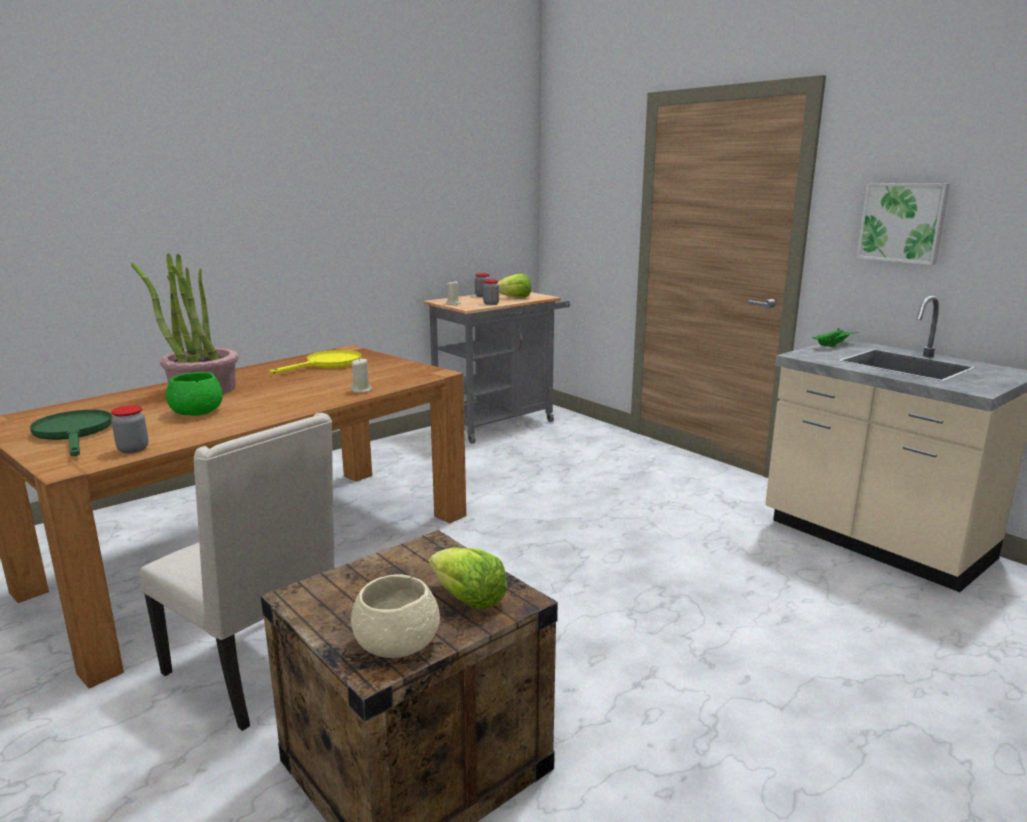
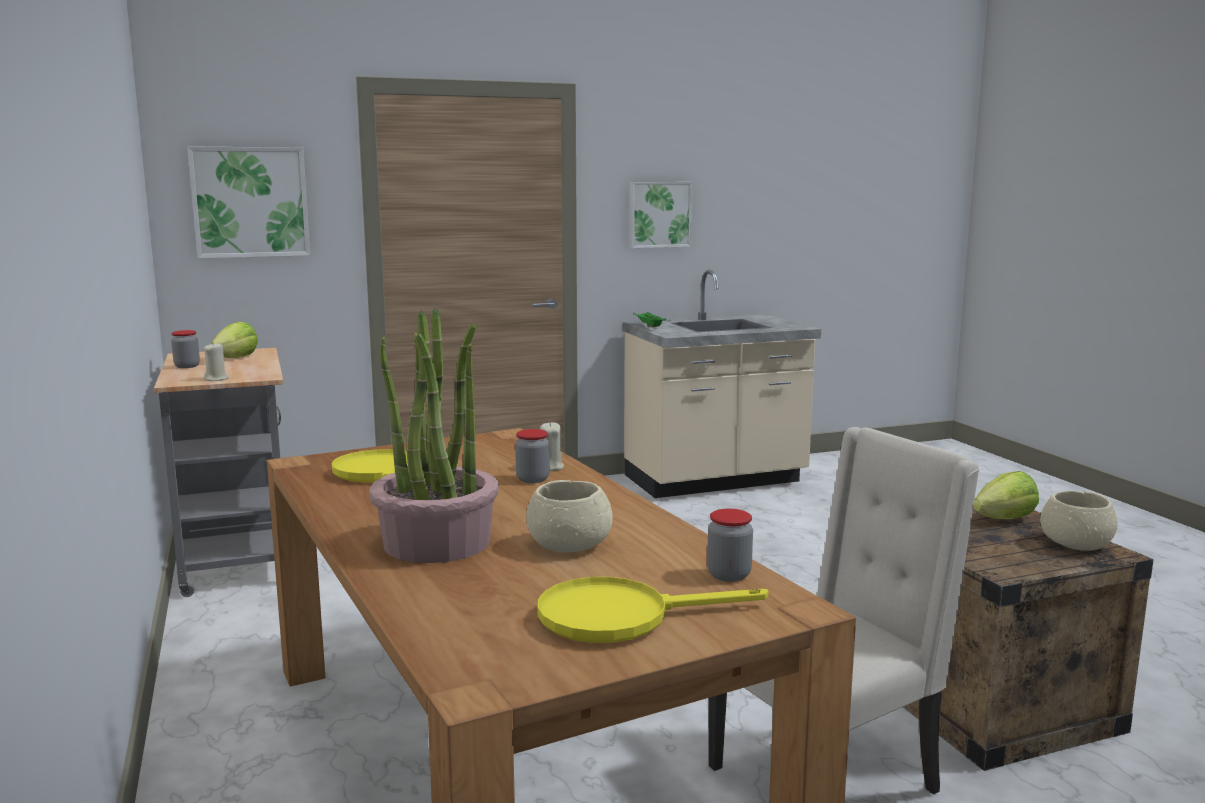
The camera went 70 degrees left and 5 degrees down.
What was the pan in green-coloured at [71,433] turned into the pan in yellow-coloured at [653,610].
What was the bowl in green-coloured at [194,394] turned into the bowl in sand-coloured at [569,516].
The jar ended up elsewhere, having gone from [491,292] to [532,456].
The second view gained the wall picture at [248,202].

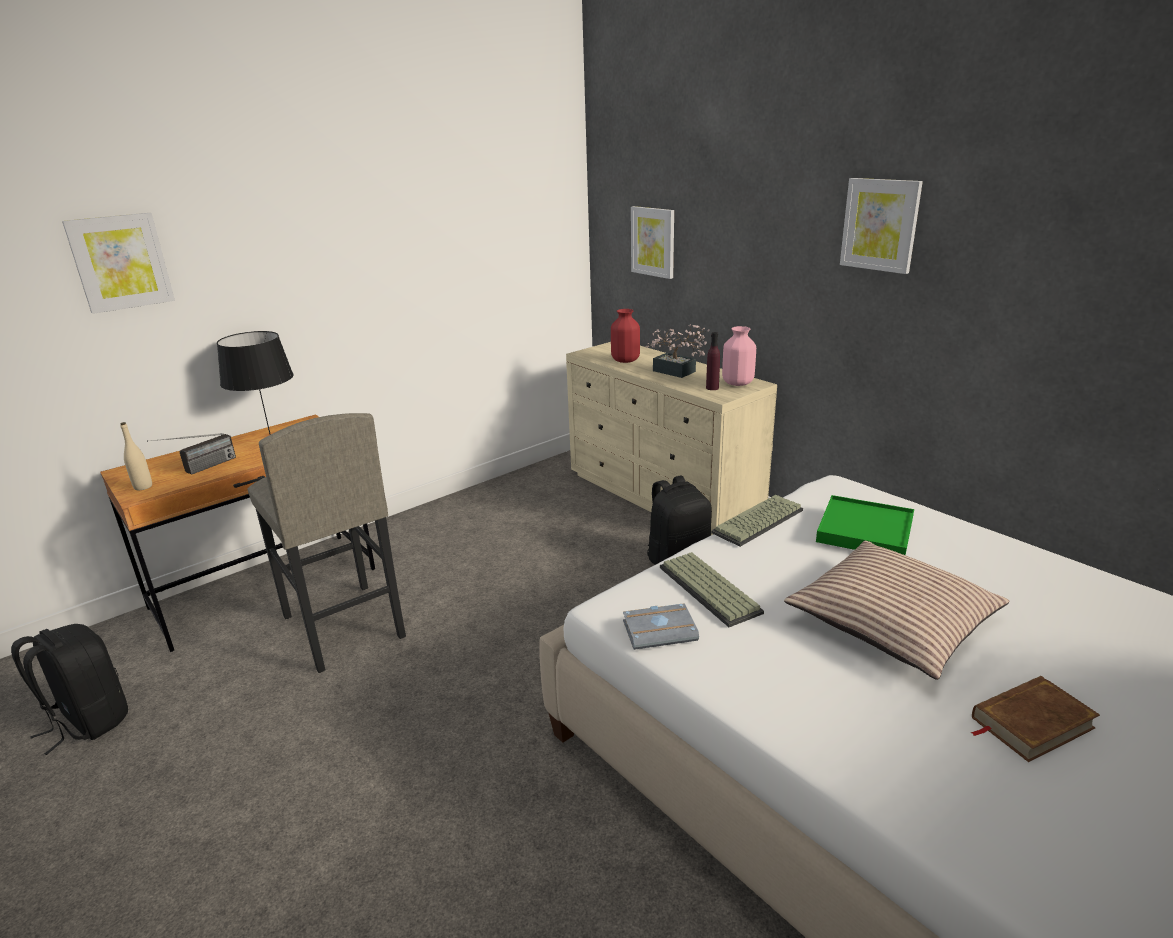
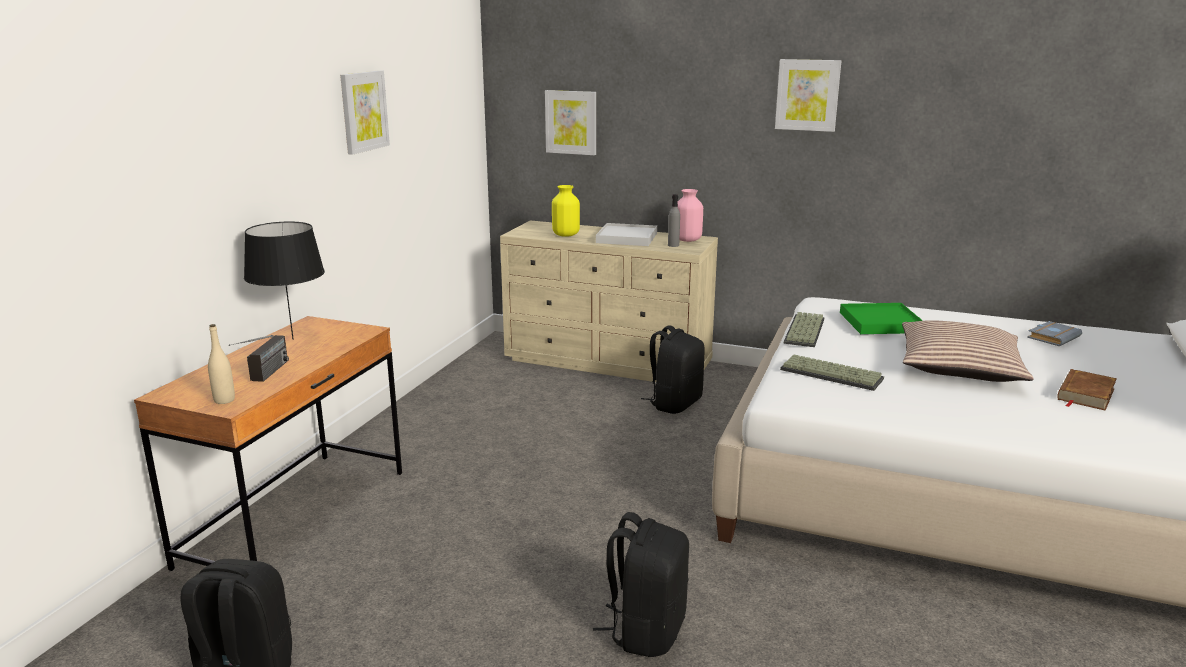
The camera went 30 degrees left and 5 degrees down.
The wall picture ended up elsewhere, having gone from [118,263] to [365,112].
The second view lost the stool seat in grey at [327,543].
What was the decorative vase in red-coloured at [625,336] turned into the decorative vase in yellow-coloured at [566,211].
The bound book in grey ended up elsewhere, having gone from [661,626] to [1054,333].
Where the plant in a pot stood at [677,351], the serving tray in white-coloured came to stand at [626,234].
What was the drink bottle in purple-coloured at [713,361] turned into the drink bottle in grey at [674,220].
The second view gained the knapsack in black-coloured at [641,584].

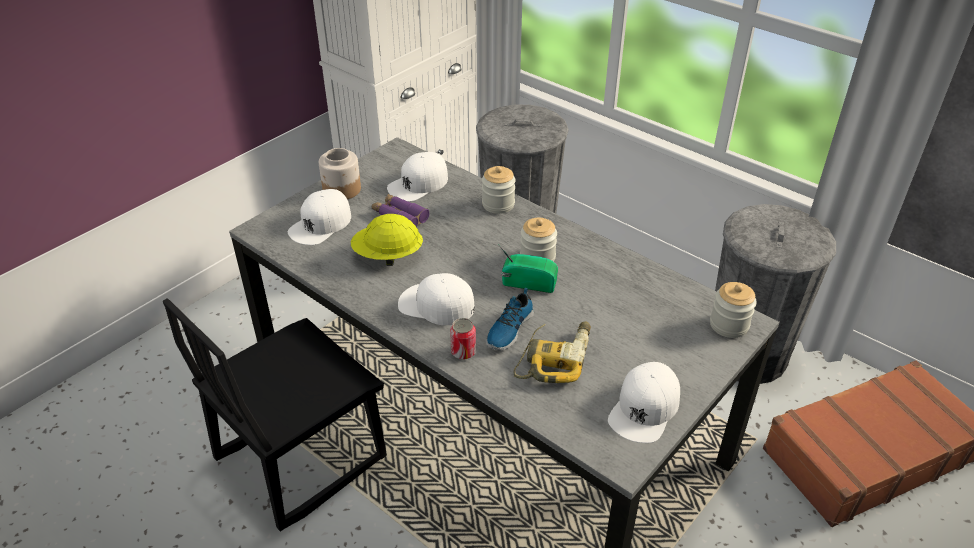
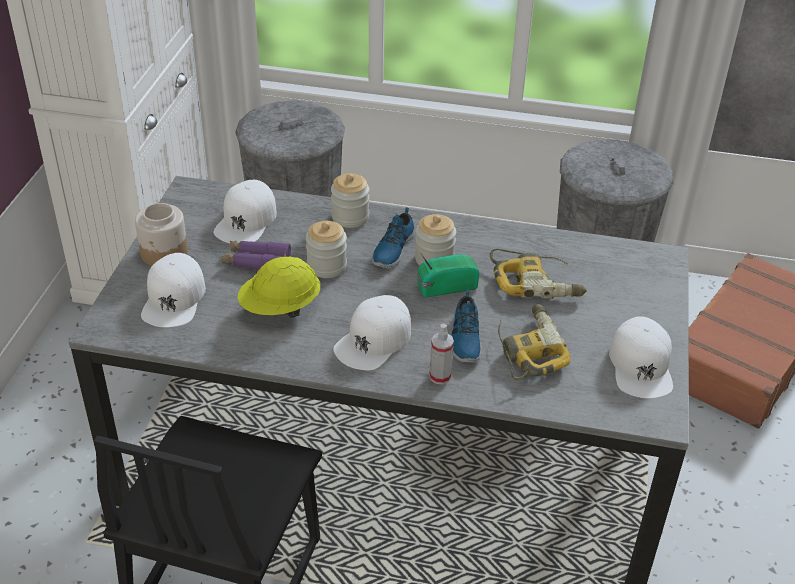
The camera went 30 degrees left and 0 degrees up.
The cap in white-coloured at [436,299] ended up facing another way, 45 degrees counterclockwise from before.
Where the can stood at [463,339], the spray bottle came to stand at [441,354].
The jar ended up elsewhere, having gone from [733,310] to [326,249].
The second view gained the low shoe at [393,237].
The second view gained the drill at [538,274].

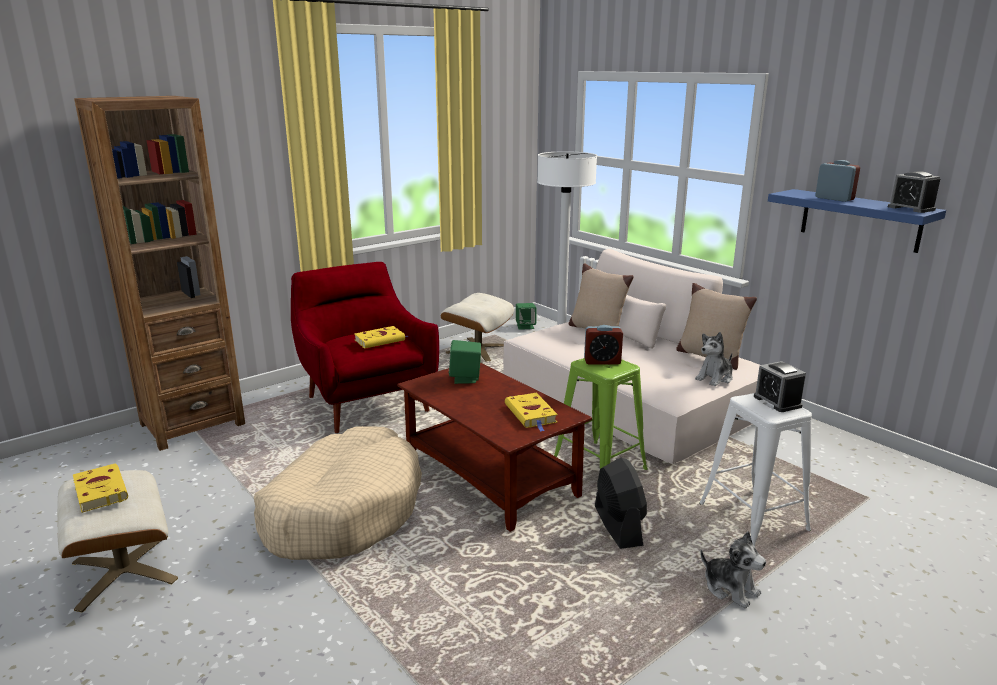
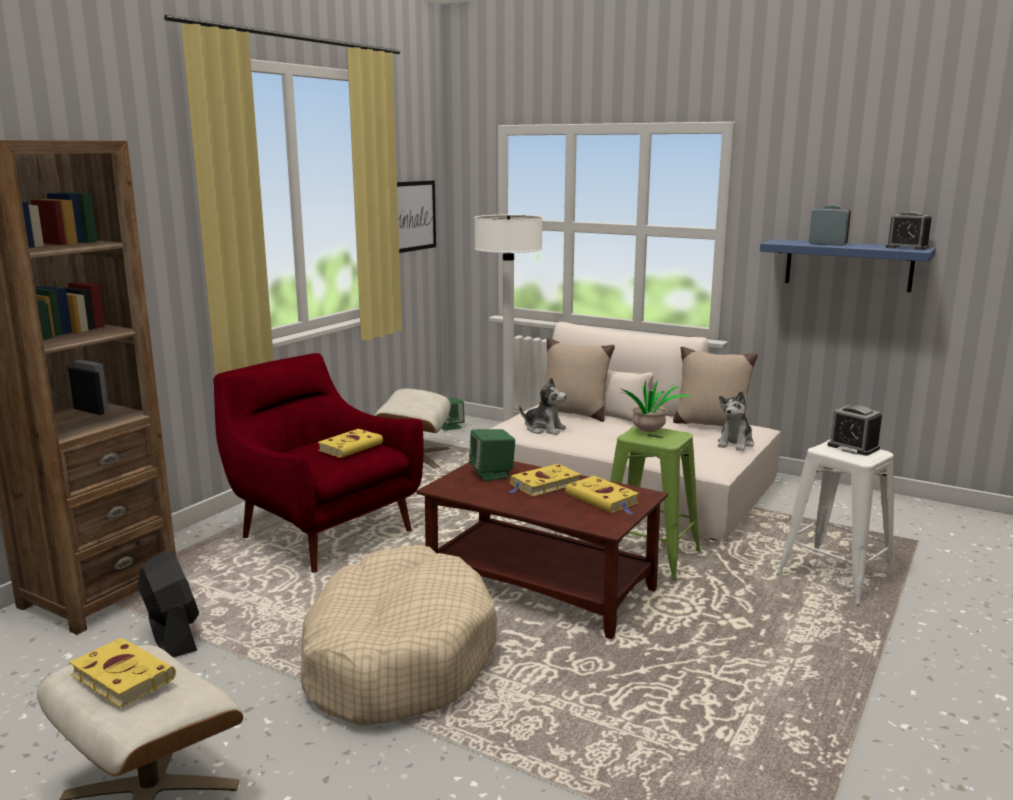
The camera went 20 degrees left and 5 degrees down.
Where the bedside clock stood at [603,344], the plant in a pot came to stand at [656,406].
The fan in black-coloured ended up elsewhere, having gone from [621,503] to [168,604].
The cuddly toy ended up elsewhere, having gone from [733,570] to [543,406].
The second view gained the wall picture at [416,216].
The second view gained the bound book in yellow-coloured at [544,480].

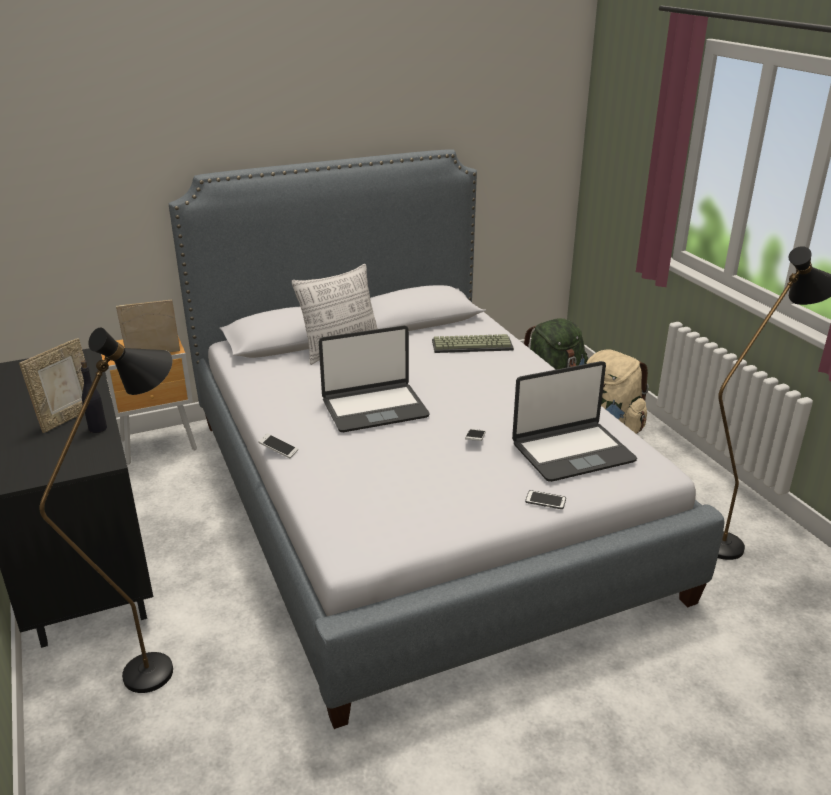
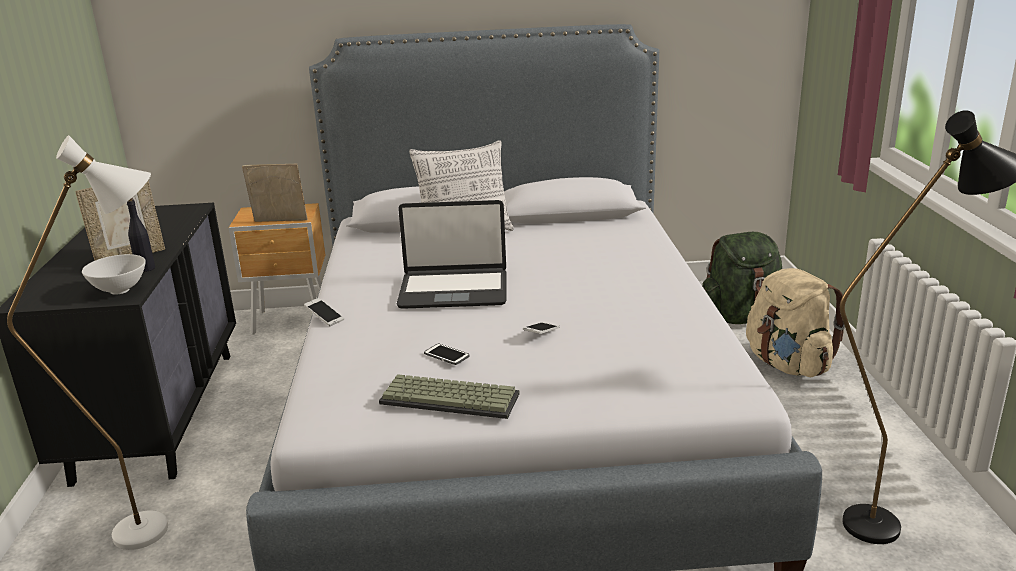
The camera went 20 degrees right and 5 degrees down.
What was the standing lamp in black-coloured at [106,510] turned into the standing lamp in white-coloured at [87,342].
The computer keyboard ended up elsewhere, having gone from [473,343] to [449,396].
The second view lost the portable computer at [574,421].
The phone ended up elsewhere, having gone from [545,499] to [446,354].
The second view gained the bowl in white-coloured at [114,274].

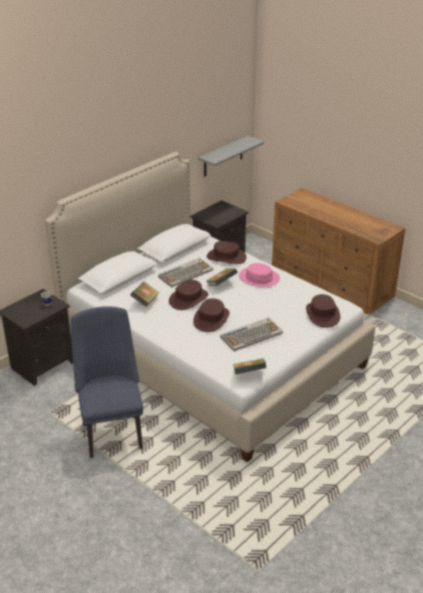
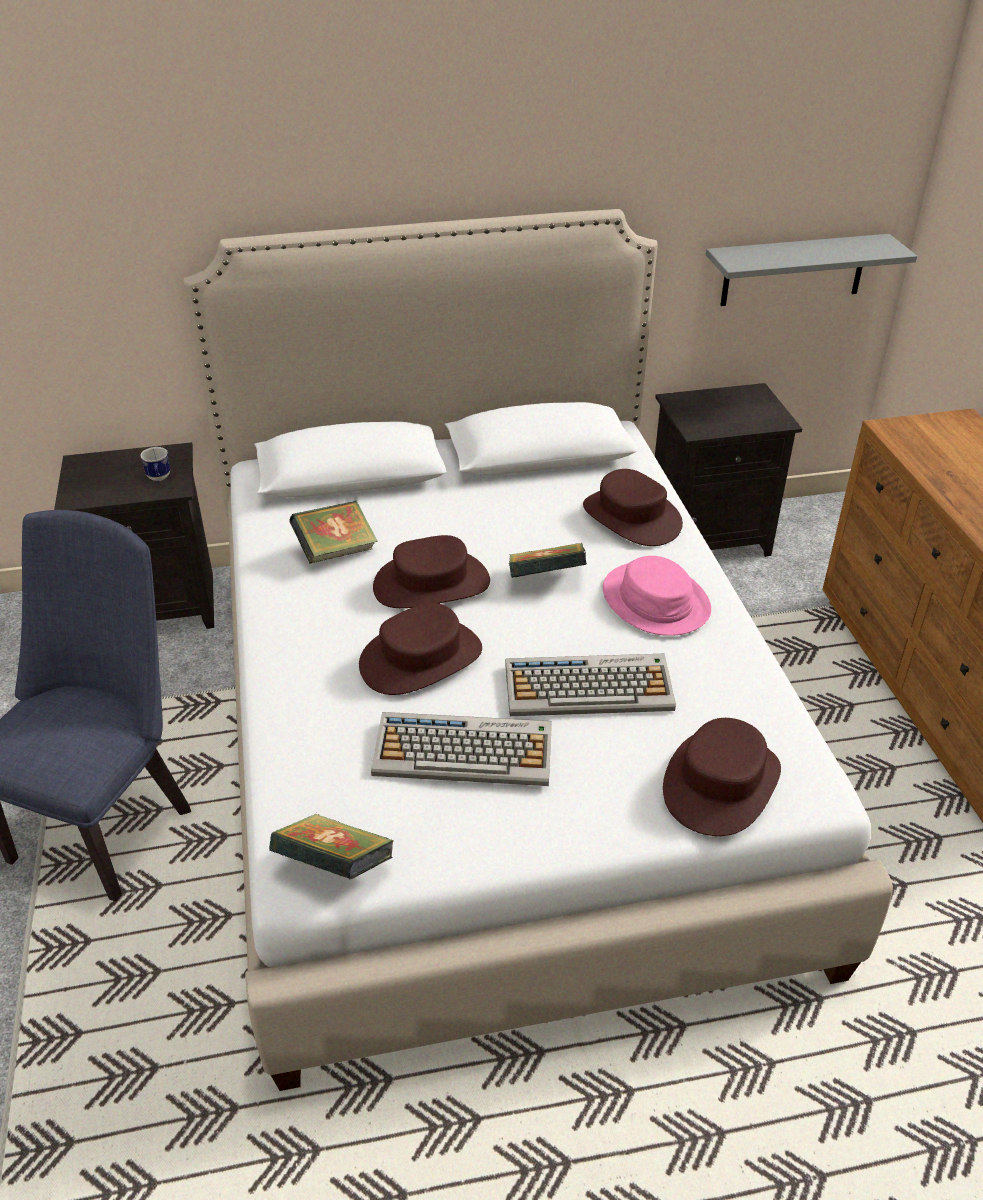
The camera went 35 degrees right and 5 degrees up.
The computer keyboard ended up elsewhere, having gone from [185,272] to [591,685].

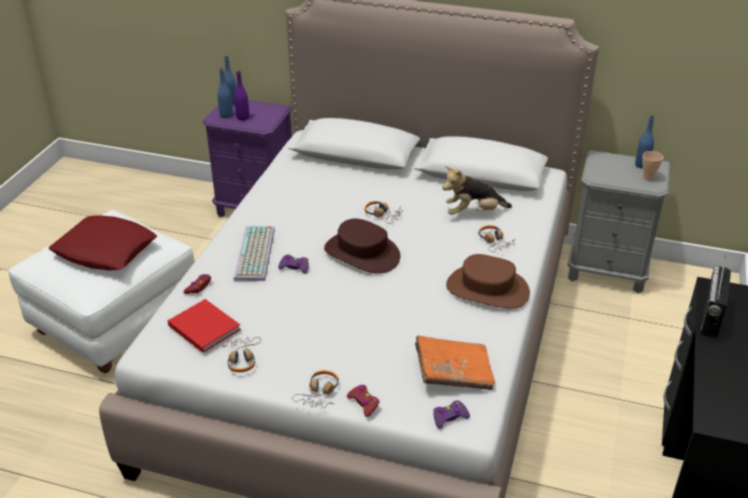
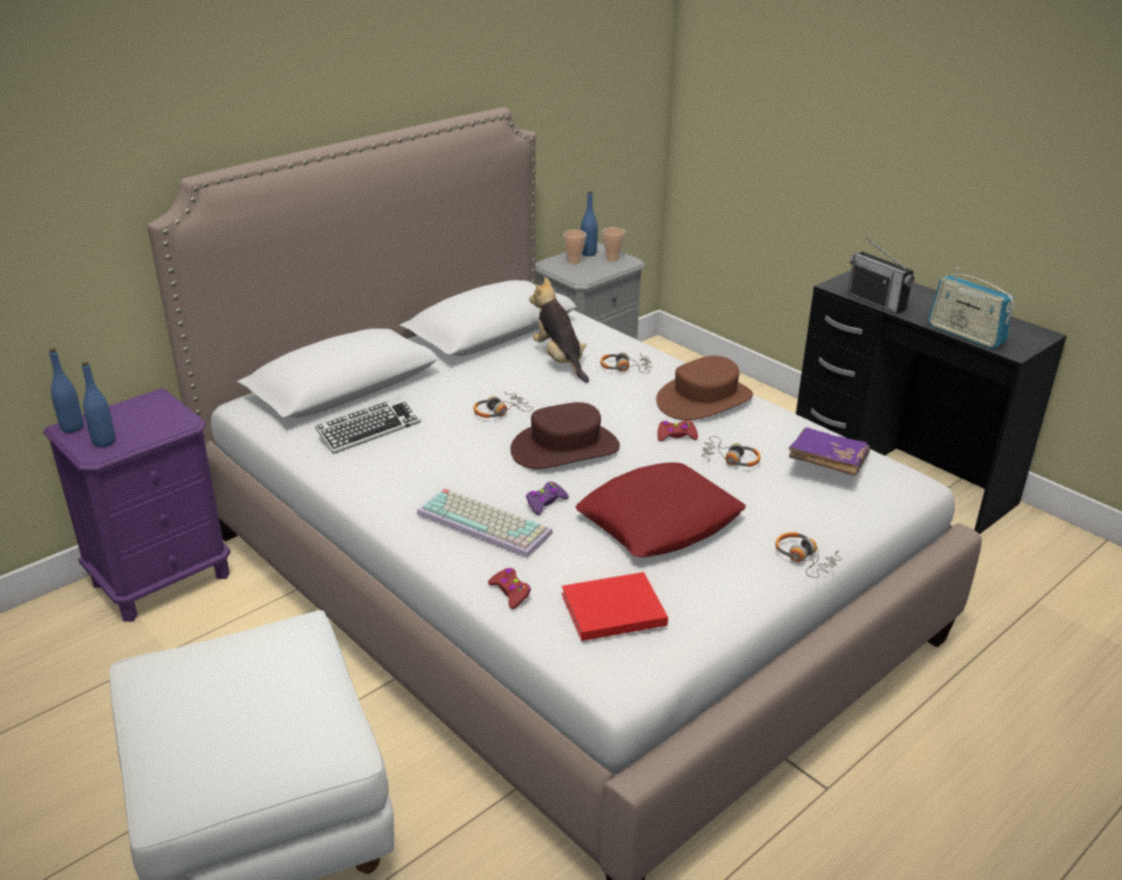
The camera went 60 degrees left and 5 degrees down.
The throw pillow in red-coloured ended up elsewhere, having gone from [102,242] to [660,509].
The pair of headphones ended up elsewhere, having gone from [241,354] to [731,451].
The second view lost the drink bottle in purple-coloured at [241,96].
The game controller in red-coloured ended up elsewhere, having gone from [363,401] to [677,430].
What was the bound book in orange-coloured at [455,363] turned into the bound book in purple-coloured at [829,451].
The second view lost the game controller in purple-coloured at [451,414].
The cuddly toy at [477,190] ended up facing another way, 135 degrees clockwise from before.
The second view gained the computer keyboard at [368,425].
The second view gained the cup at [574,247].
The second view gained the radio at [971,308].

